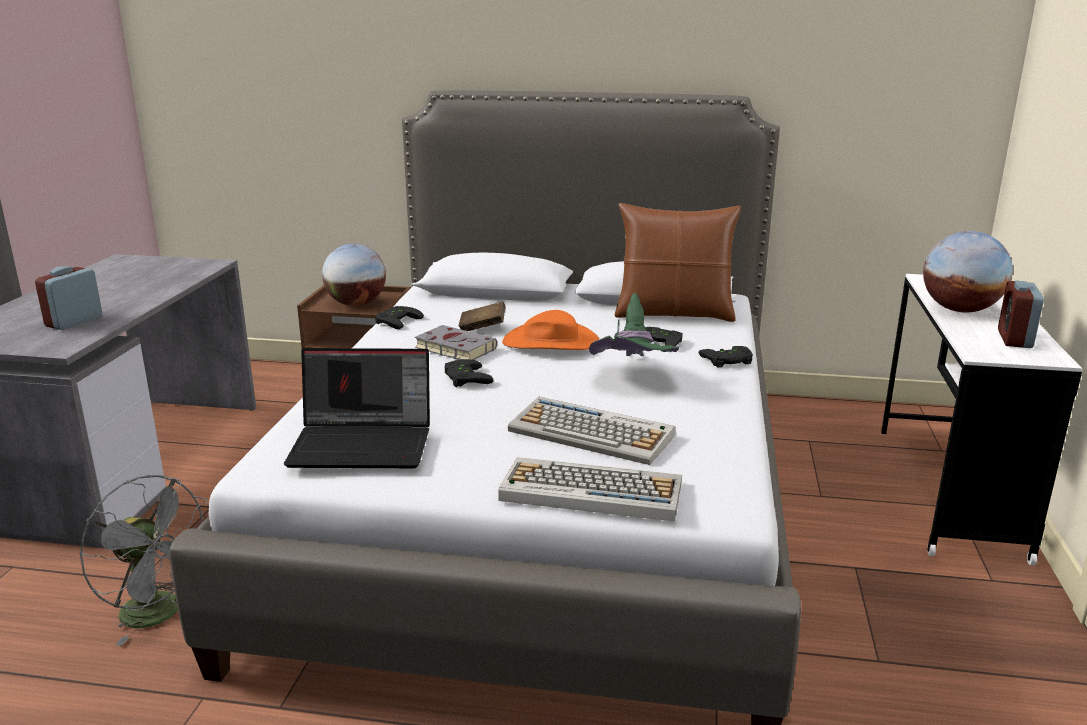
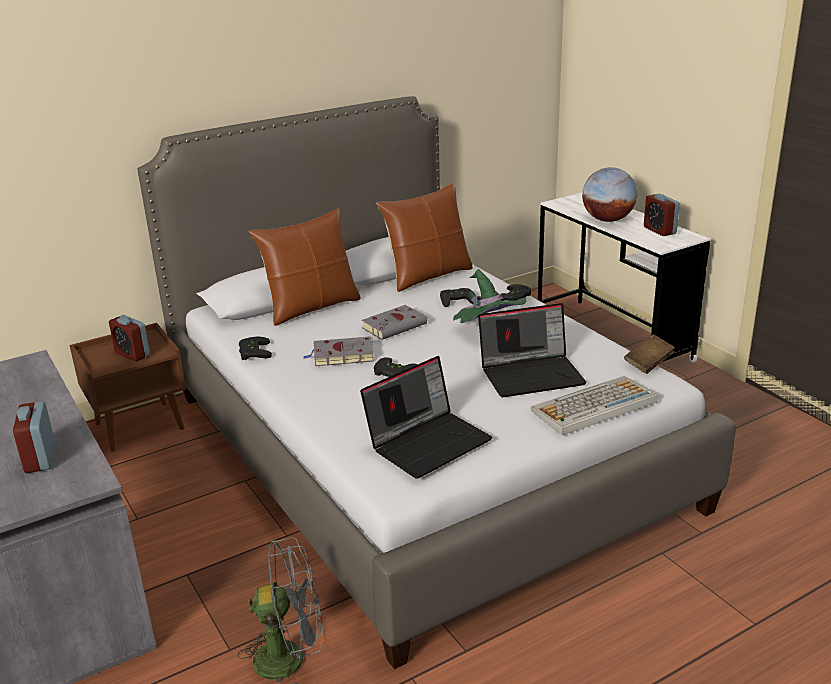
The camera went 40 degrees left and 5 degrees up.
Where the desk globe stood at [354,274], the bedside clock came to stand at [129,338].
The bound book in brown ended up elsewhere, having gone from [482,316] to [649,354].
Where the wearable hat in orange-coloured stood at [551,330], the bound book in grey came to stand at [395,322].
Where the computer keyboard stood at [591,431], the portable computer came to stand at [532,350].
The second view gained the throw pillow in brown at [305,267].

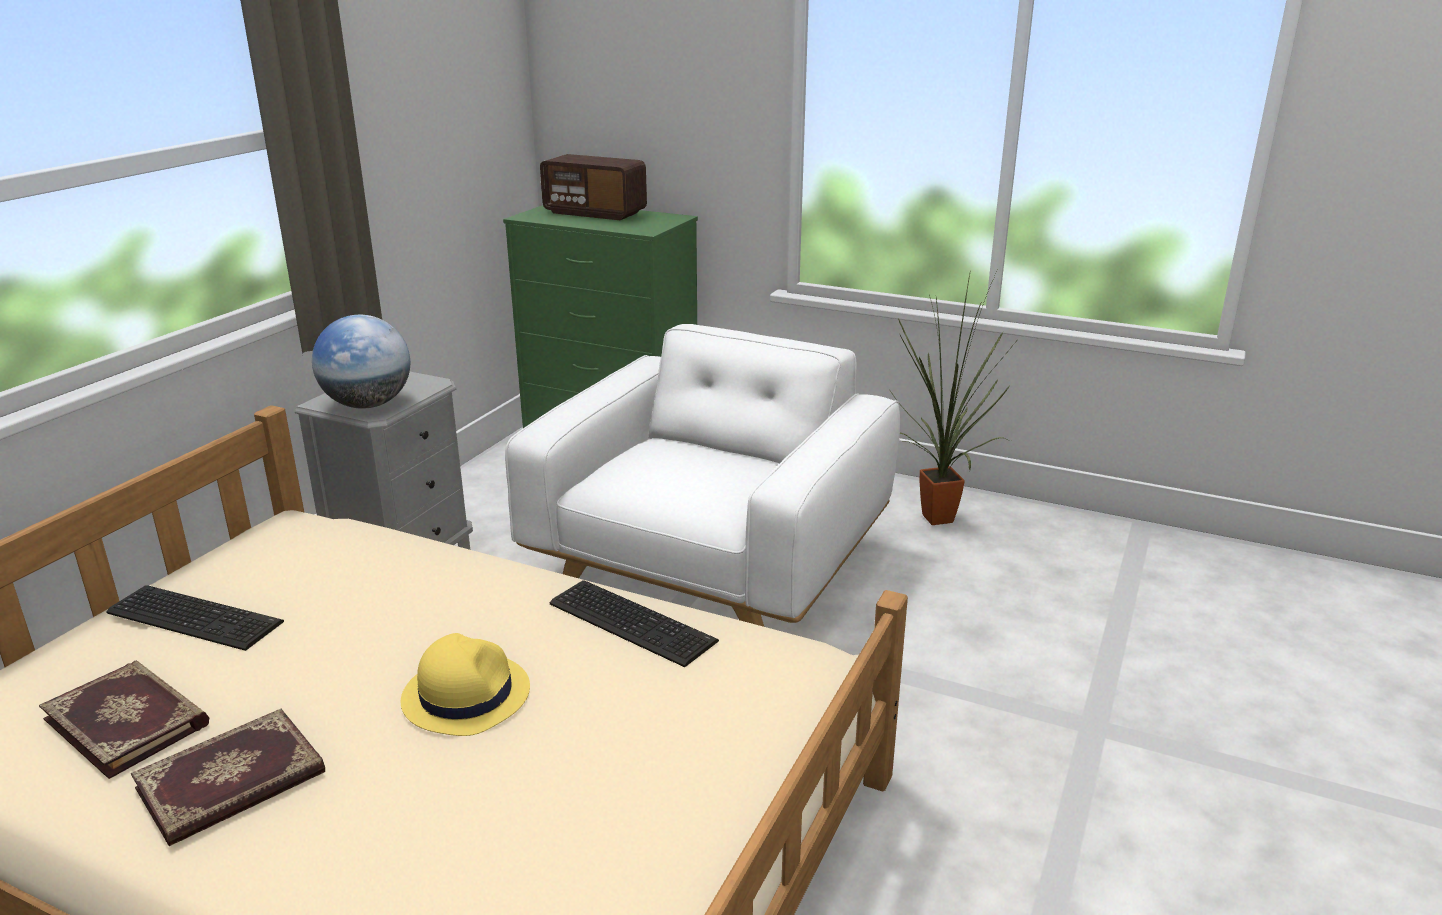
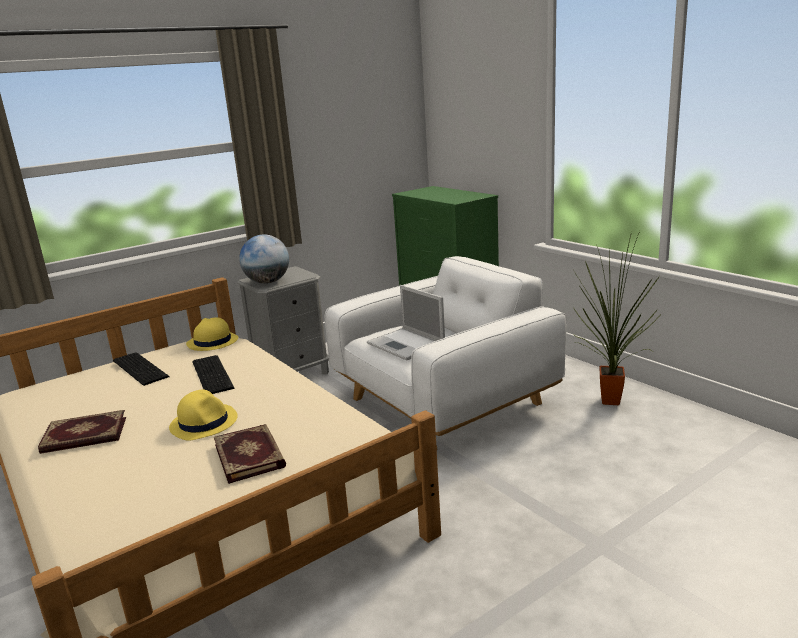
The camera went 30 degrees right and 5 degrees down.
The bound book ended up elsewhere, having gone from [124,720] to [250,454].
The second view lost the radio at [593,187].
The computer keyboard ended up elsewhere, having gone from [634,623] to [213,374].
The second view gained the wearable hat in yellow-coloured at [212,334].
The second view gained the portable computer at [406,323].

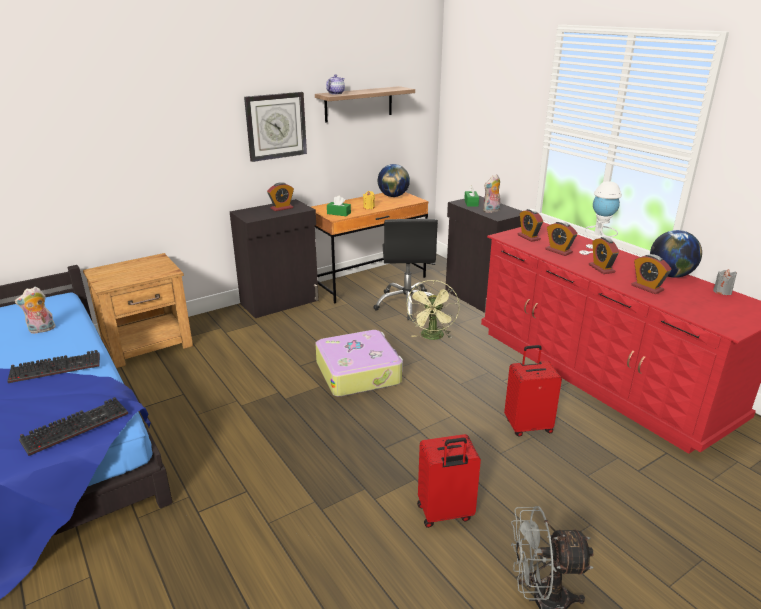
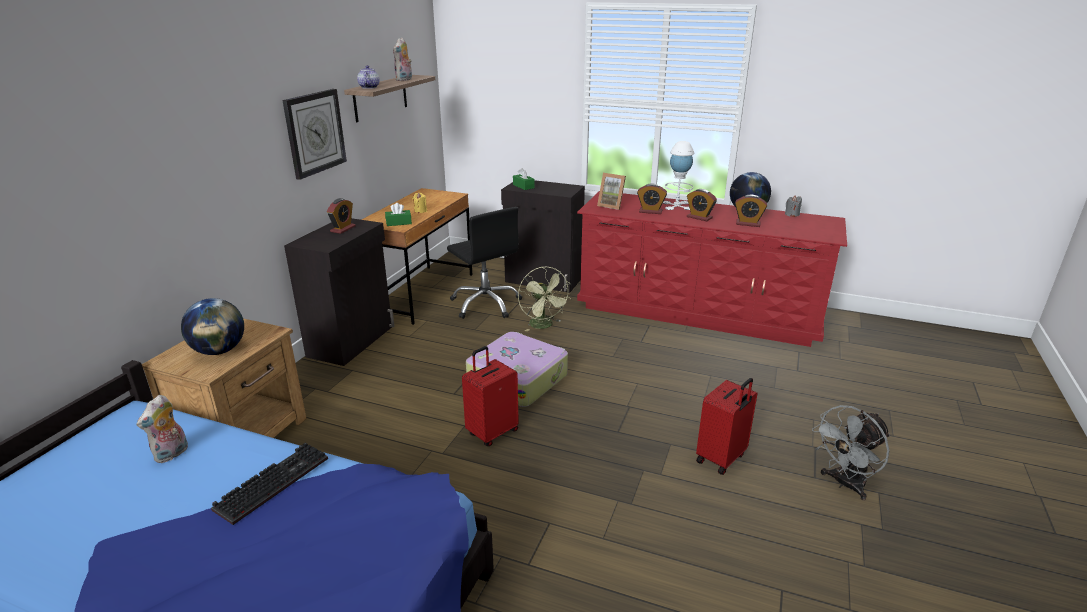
The camera went 35 degrees left and 0 degrees up.
The second view lost the computer keyboard at [73,426].
The desk globe ended up elsewhere, having gone from [394,180] to [212,326].
The cuddly toy ended up elsewhere, having gone from [491,193] to [402,59].
The suitcase in red-coloured ended up elsewhere, having gone from [533,391] to [490,396].
Where the bedside clock stood at [530,225], the picture frame came to stand at [611,191].

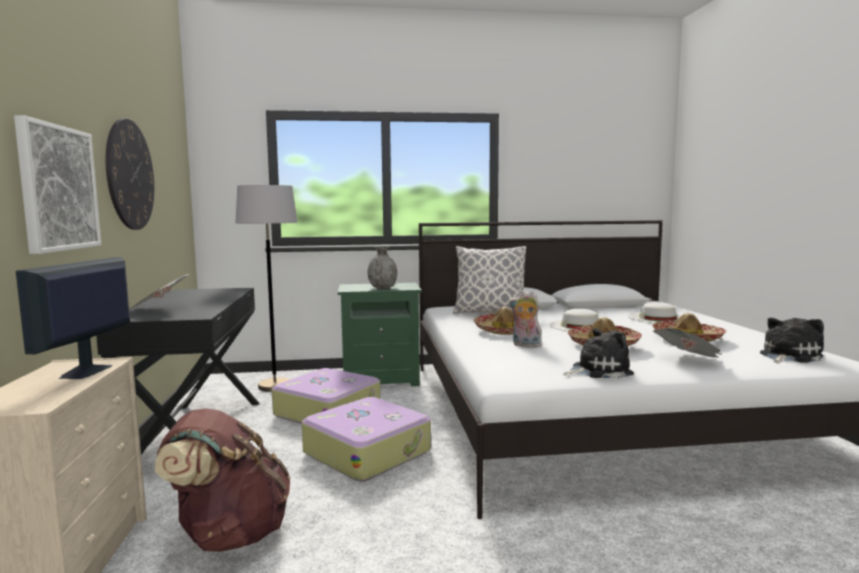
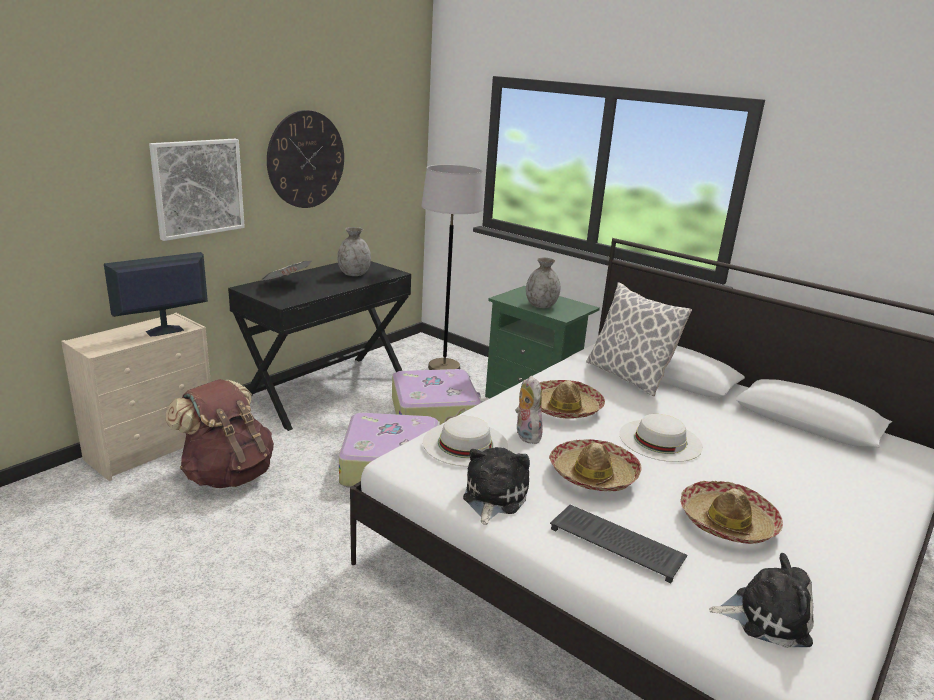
The camera went 45 degrees right and 15 degrees up.
The cuddly toy at [598,353] ended up facing another way, 105 degrees counterclockwise from before.
The wearable hat in white-coloured ended up elsewhere, having gone from [654,312] to [465,441].
Where the daily paper stood at [687,343], the computer keyboard came to stand at [619,544].
The second view gained the decorative vase in grey at [354,251].

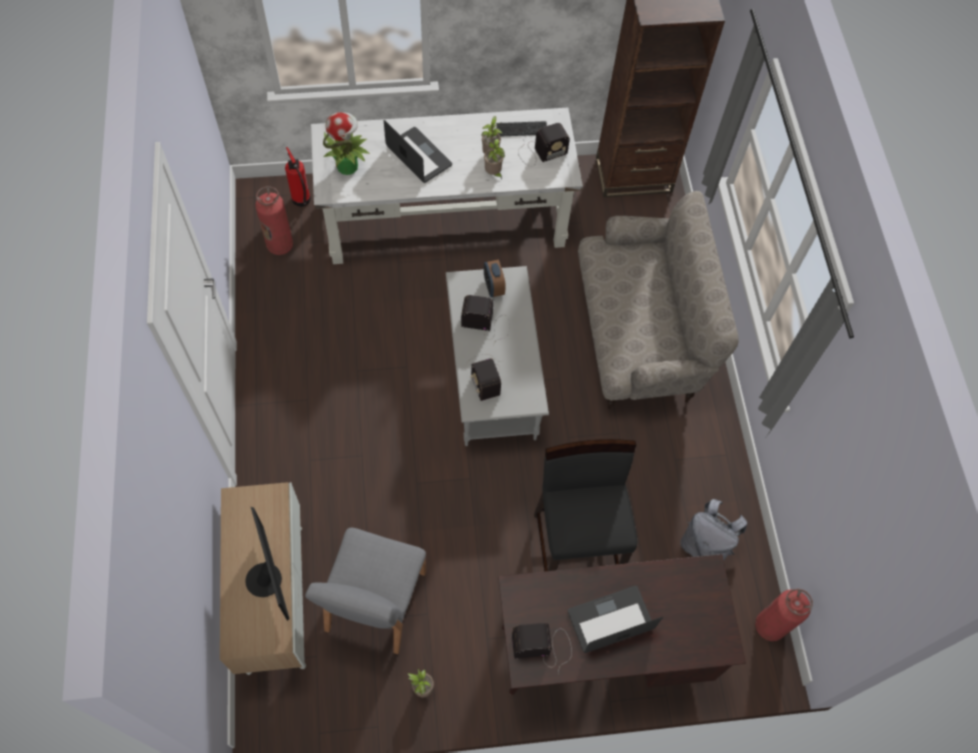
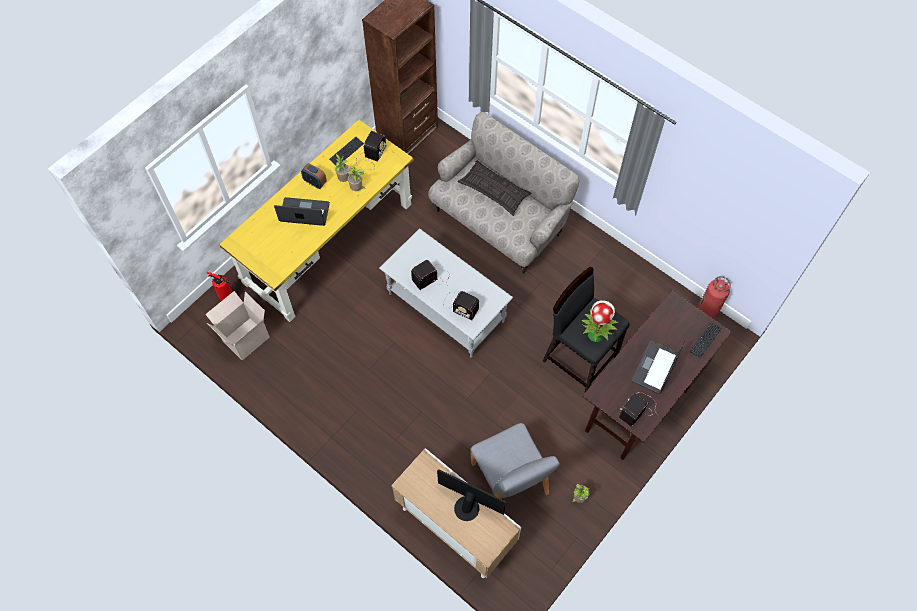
The camera went 40 degrees left and 0 degrees up.
Where the extinguisher stood at [274,220], the carton came to stand at [237,325].
What was the desk in white-coloured at [447,186] turned into the desk in yellow-coloured at [316,221].
The plant in a pot ended up elsewhere, having gone from [346,143] to [599,321].
The bedside clock ended up elsewhere, having gone from [495,278] to [314,176].
The second view lost the knapsack in grey at [713,529].
The second view gained the throw pillow at [494,188].
The second view gained the computer keyboard at [705,340].

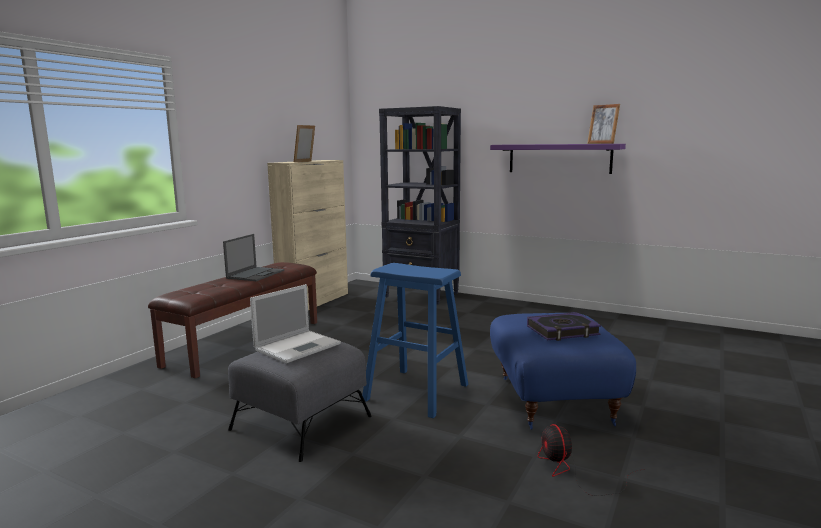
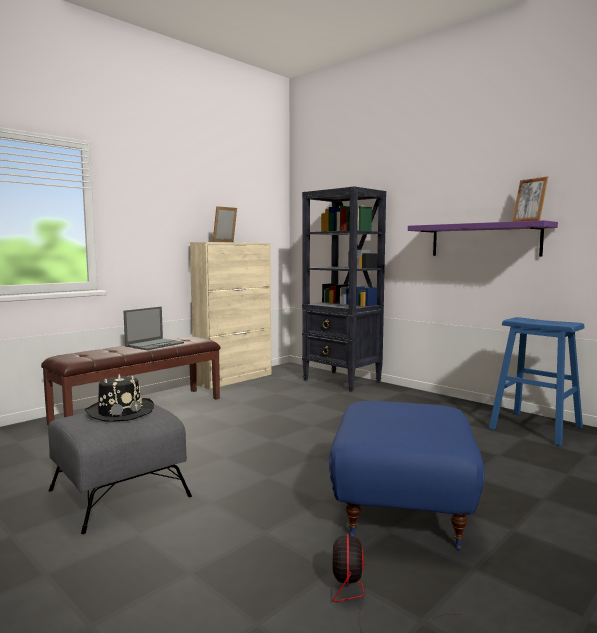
The camera went 15 degrees right and 5 degrees down.
Where the portable computer stood at [295,323], the wearable hat in black-coloured came to stand at [119,397].
The stool seat in blue ended up elsewhere, having gone from [415,340] to [537,381].
The second view lost the bound book at [564,326].

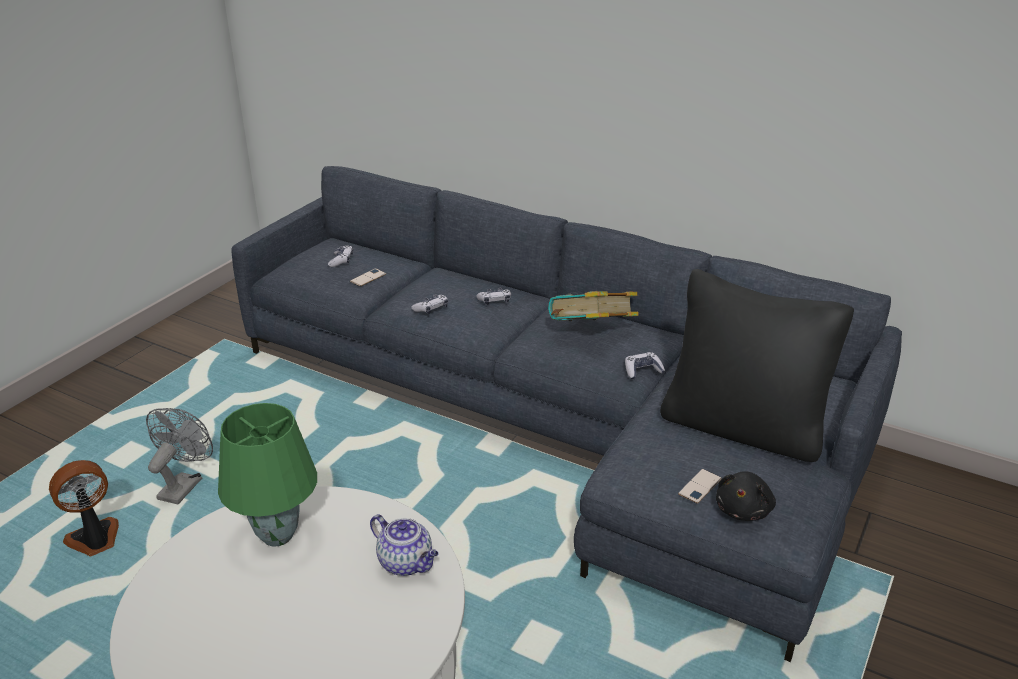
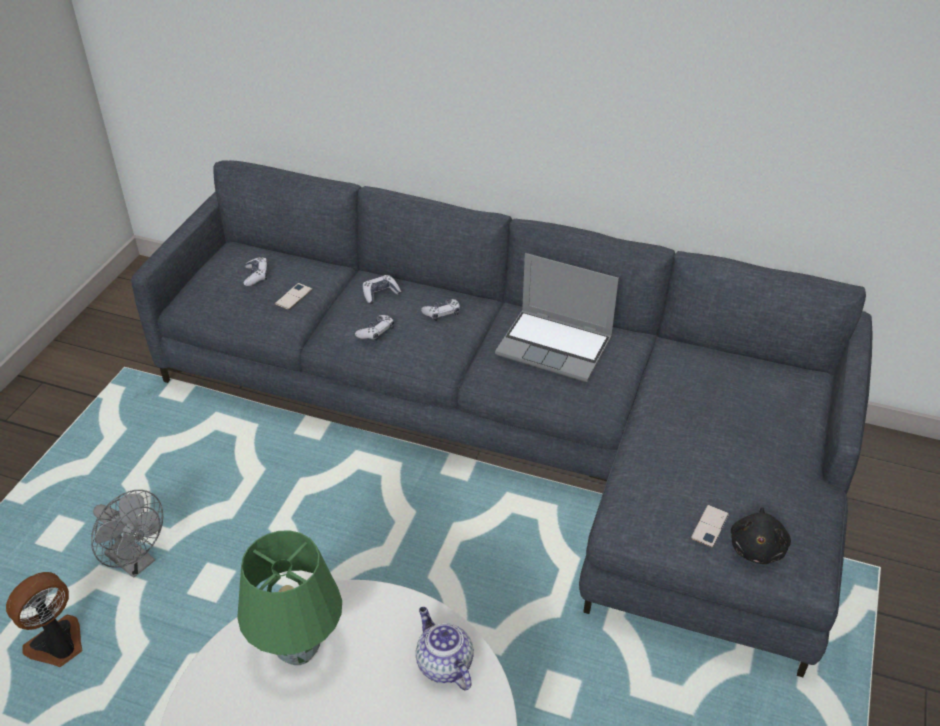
The camera went 10 degrees left and 10 degrees up.
The fan in grey at [179,456] ended up facing another way, 120 degrees clockwise from before.
The pot for tea at [404,545] ended up facing another way, 150 degrees counterclockwise from before.
Where the bound book stood at [593,306], the portable computer came to stand at [557,317].
The game controller ended up elsewhere, having gone from [645,365] to [382,289].
The second view lost the throw pillow in black-coloured at [757,365].

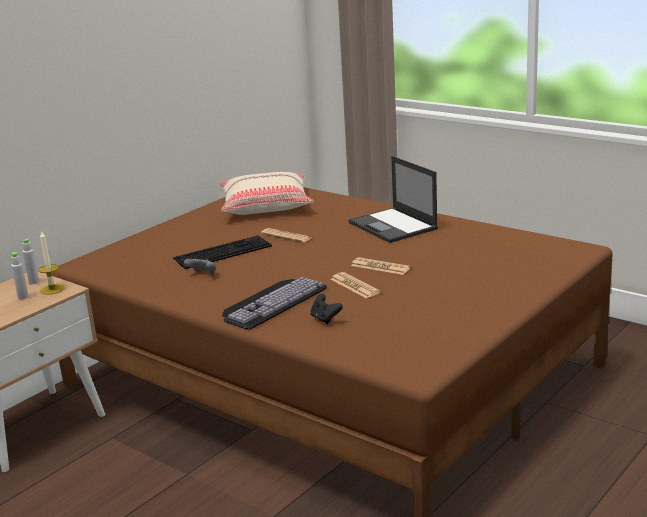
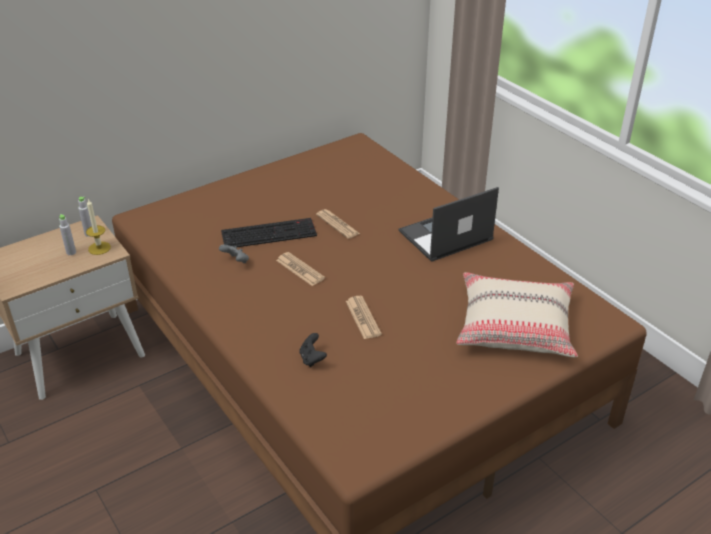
The camera went 15 degrees right and 15 degrees up.
The throw pillow in sand-coloured ended up elsewhere, having gone from [266,193] to [517,314].
The second view lost the computer keyboard at [274,303].
The portable computer at [393,199] ended up facing another way, 75 degrees clockwise from before.
The daily paper ended up elsewhere, having gone from [381,266] to [300,269].

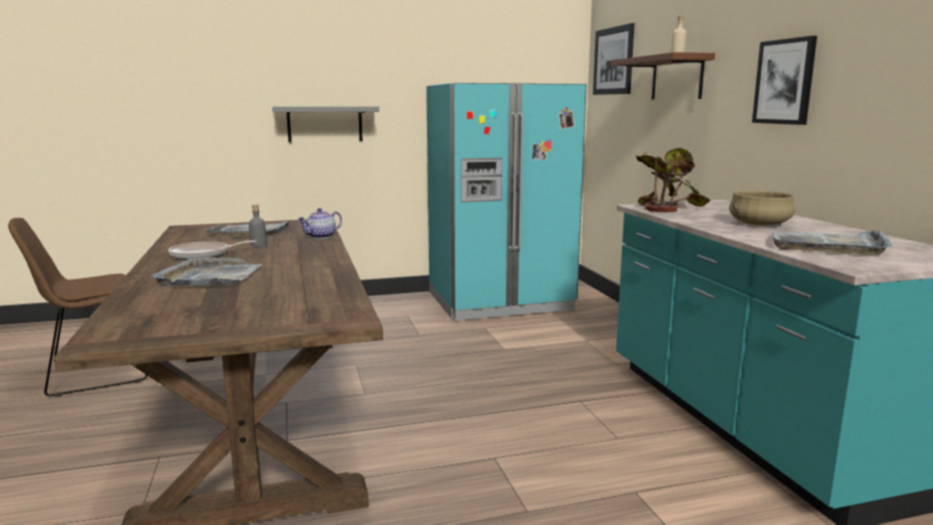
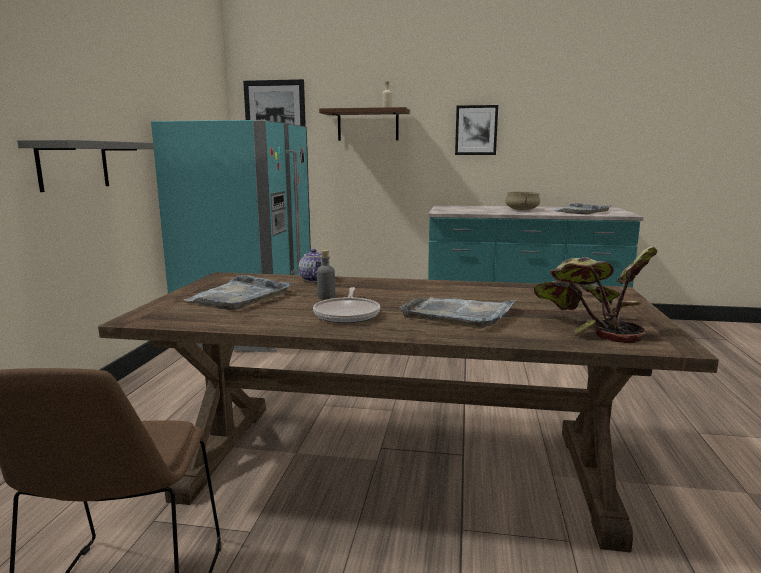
The camera went 65 degrees left and 0 degrees up.
The plant in a pot ended up elsewhere, having gone from [673,180] to [595,294].

